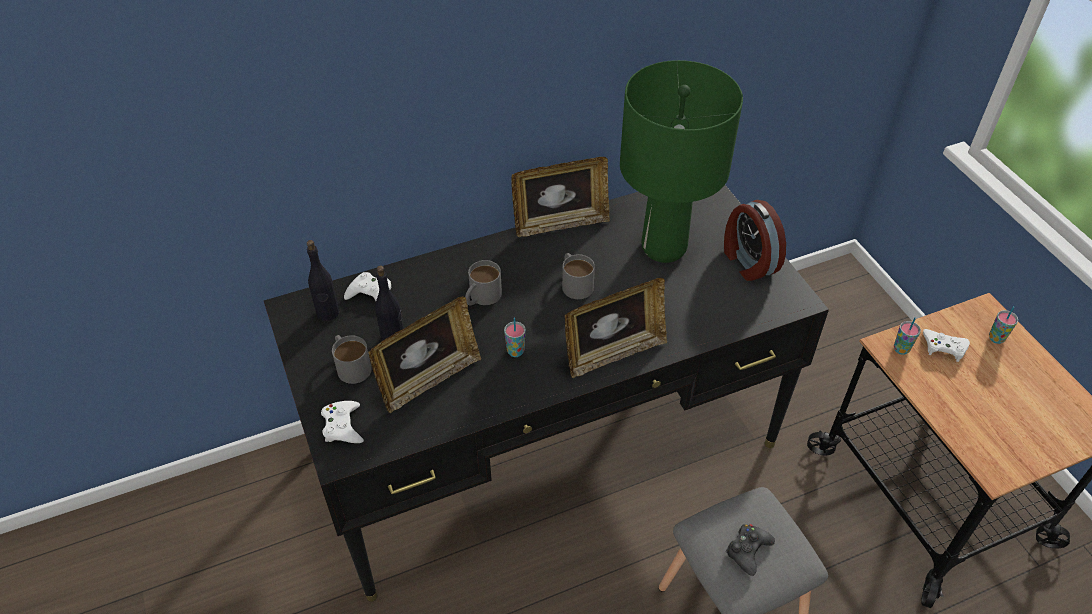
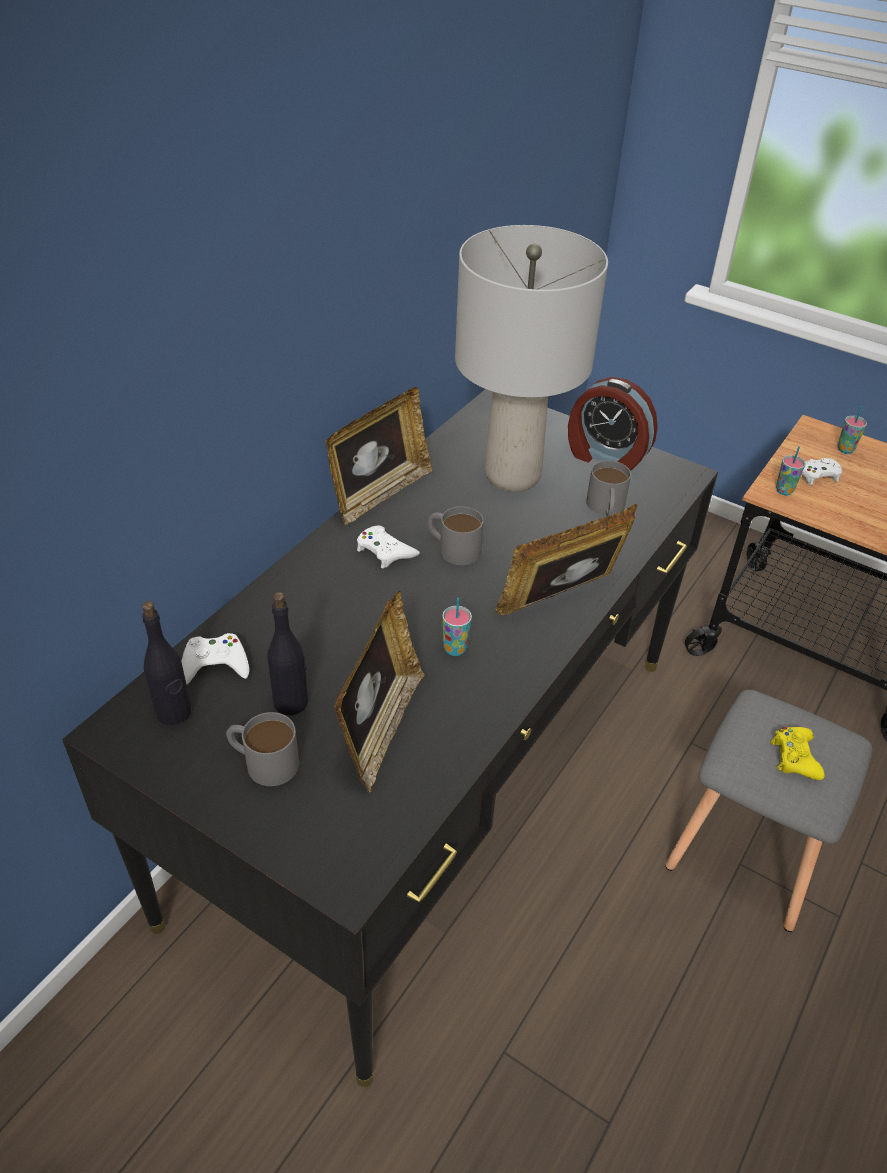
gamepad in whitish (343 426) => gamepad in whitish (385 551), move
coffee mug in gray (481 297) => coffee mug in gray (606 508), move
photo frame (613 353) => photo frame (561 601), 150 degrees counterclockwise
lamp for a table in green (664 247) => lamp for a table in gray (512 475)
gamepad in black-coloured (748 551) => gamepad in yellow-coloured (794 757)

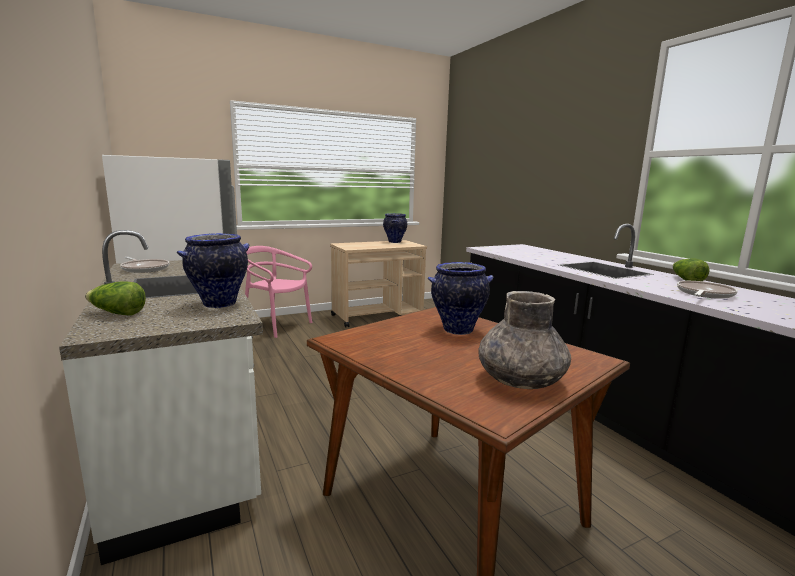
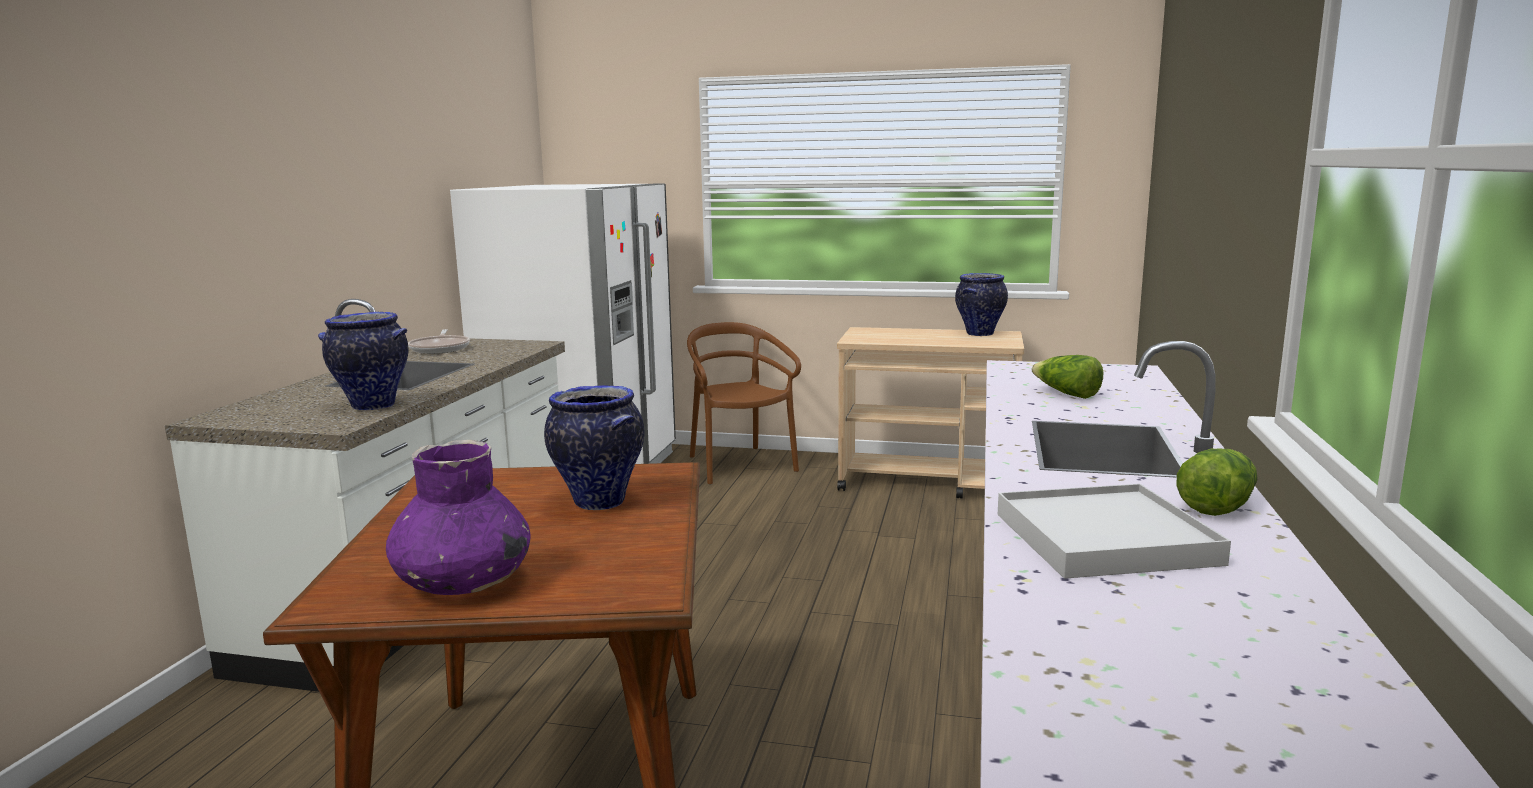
lettuce head (117 313) => lettuce head (1066 394), move
chair in pink-coloured (276 325) => chair in brown-coloured (739 465)
flower vase in gray (520 381) => flower vase in purple (463 583)
skillet (703 294) => serving tray in whitish (1103 538)

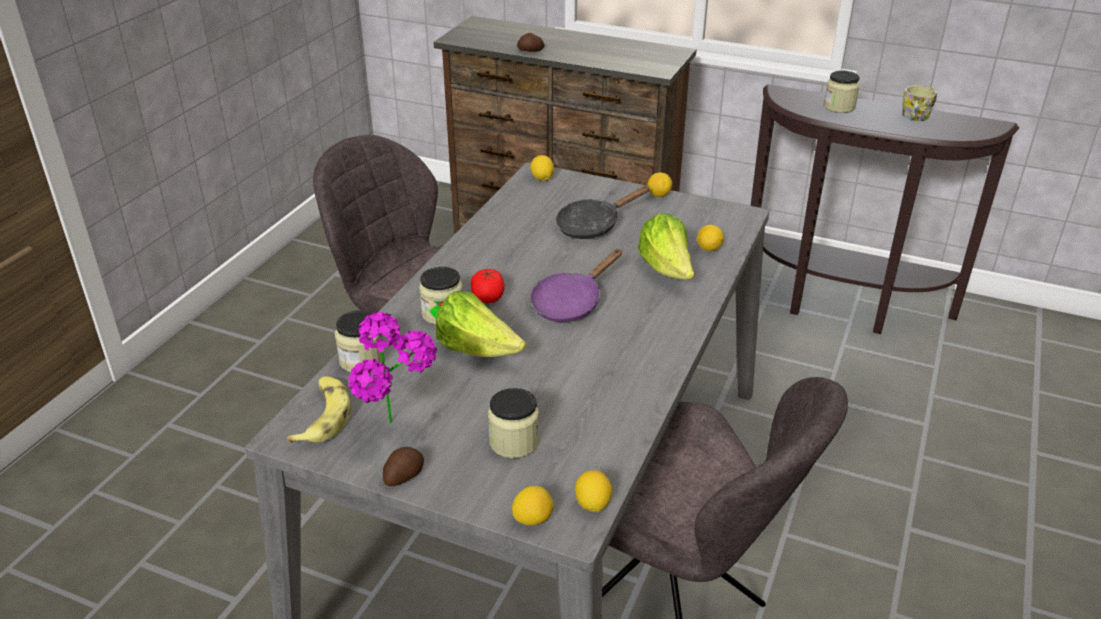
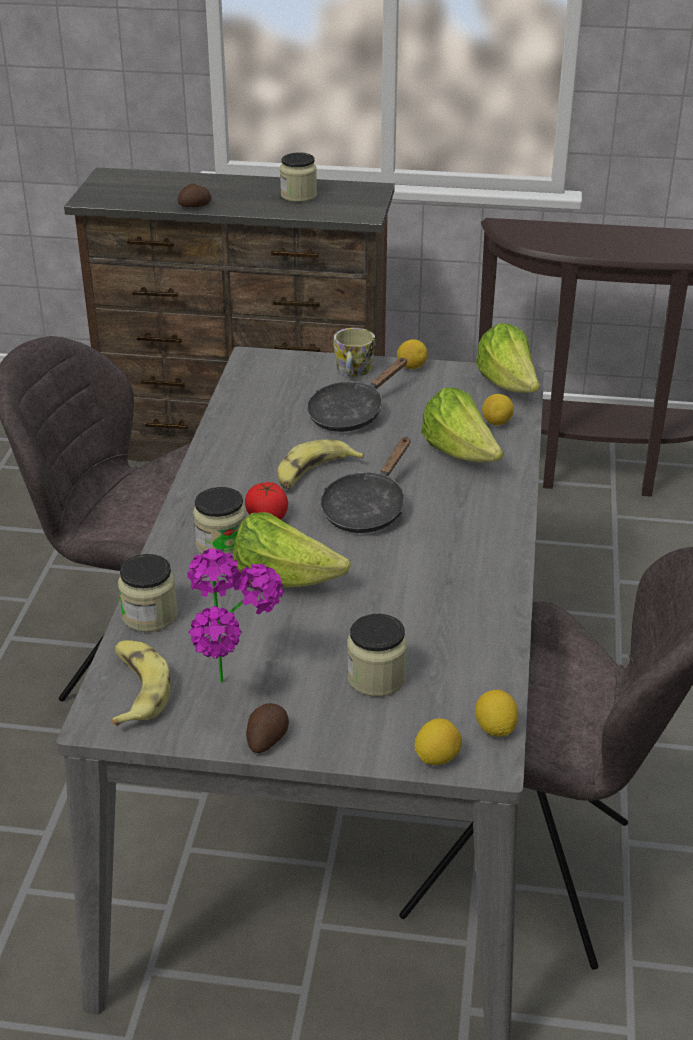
whole lemon (542 178) => nothing
skillet in purple (570 303) => skillet in black-coloured (367 508)
storage jar (839 107) => storage jar (298 195), move
coffee mug (914 118) => coffee mug (353 371), move
nothing => whole banana (314 474)
nothing => lettuce head (508 386)

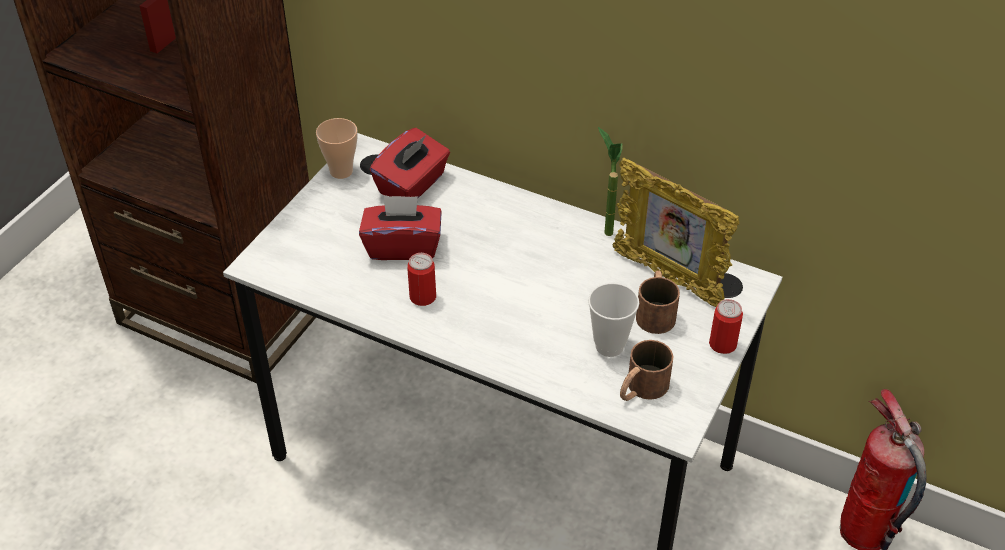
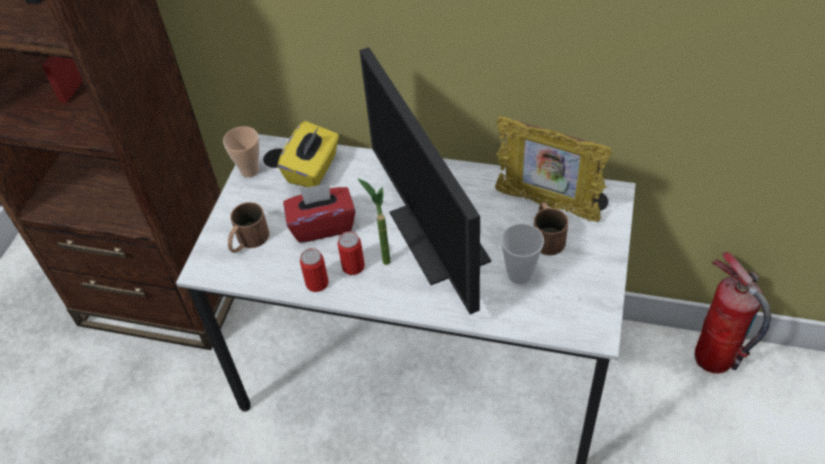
tissue holder in reddish (412 185) => tissue holder in yellow-coloured (313 169)
houseplant (605 227) => houseplant (382 256), move
coffee mug in brown-coloured (641 389) => coffee mug in brown-coloured (248 241), move
metal can (722 344) => metal can (317 283), move
nothing => computer display (438 238)

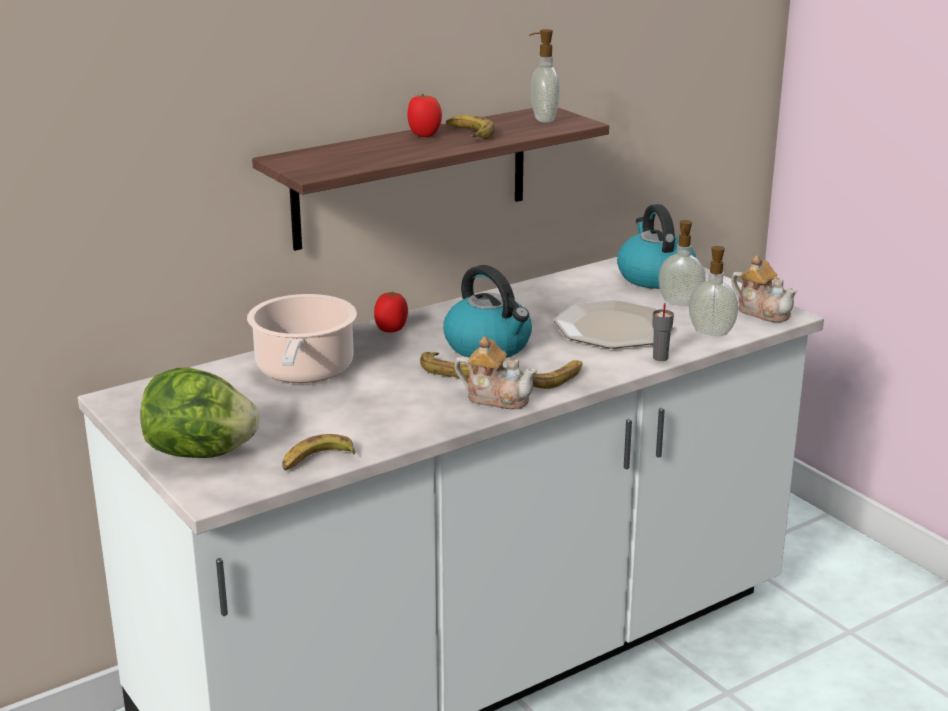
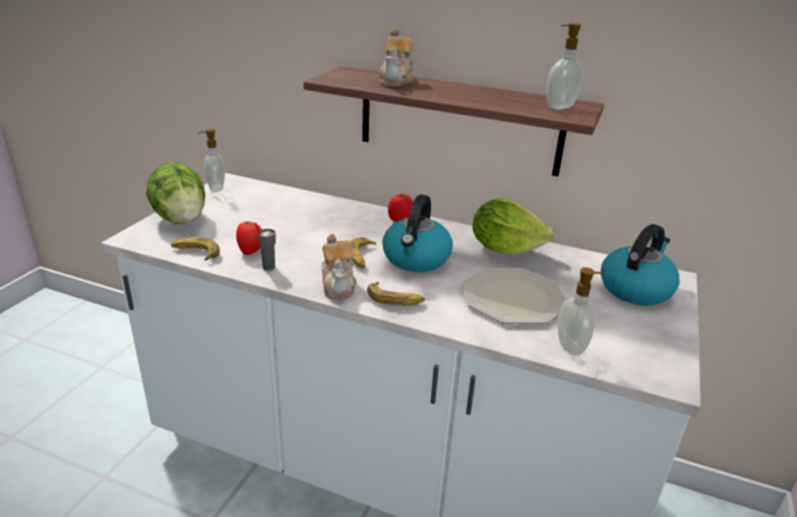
stockpot (304 371) => nothing
fresh tomato (424 135) => fresh tomato (251 252), move
whole banana (469 133) => nothing
cup in gray (660 358) => cup in gray (268 267), move
soap bottle (679 303) => soap bottle (215 188), move
pot for tea (763 312) => pot for tea (396 81), move
nothing => lettuce head (504 248)

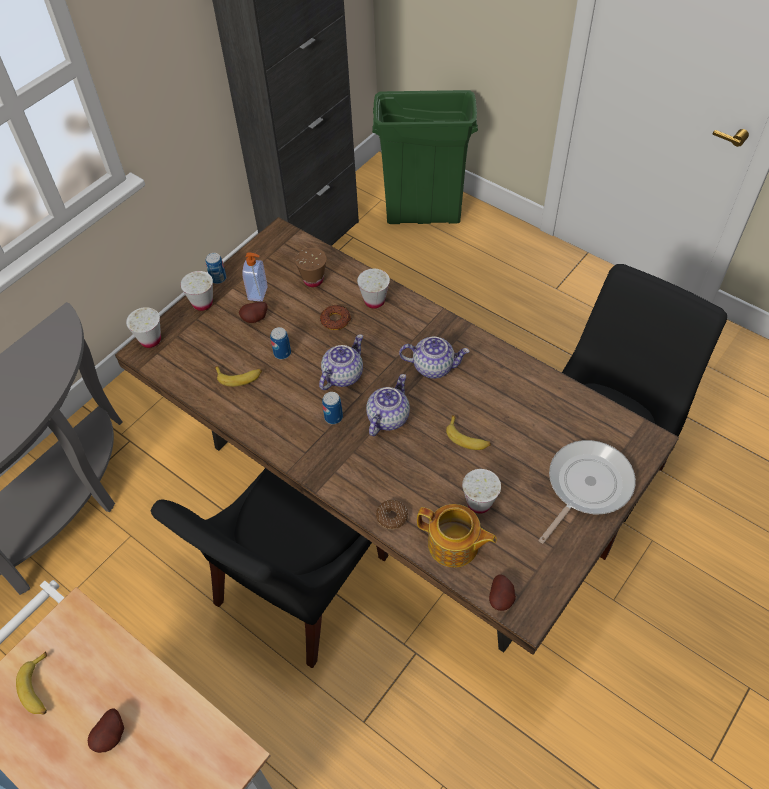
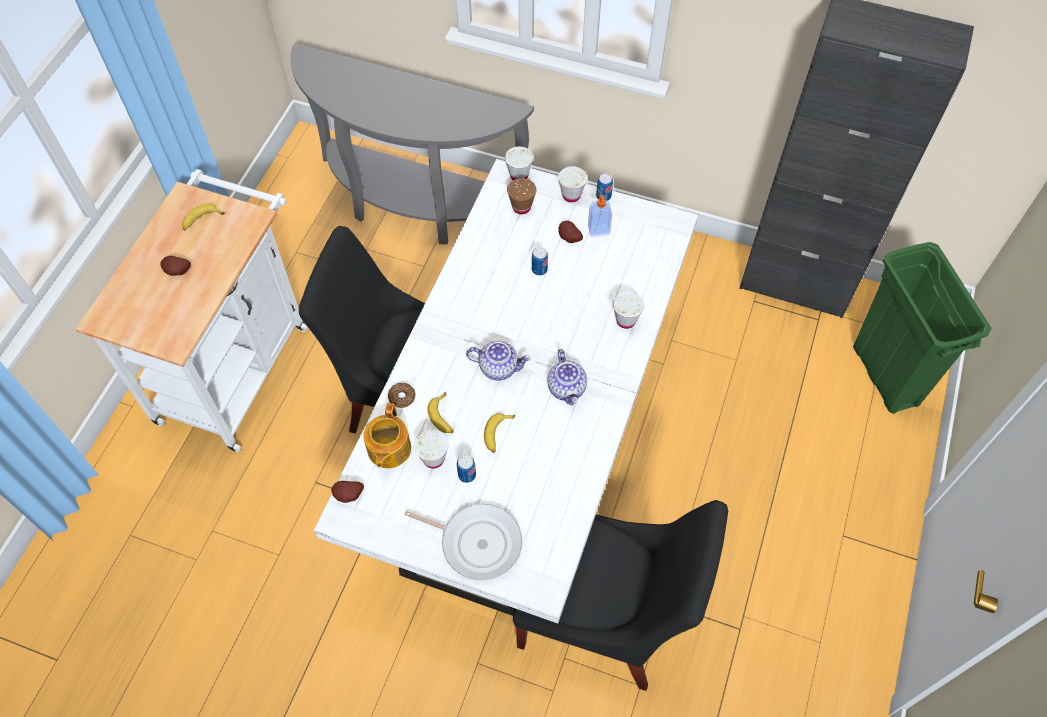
kitchen table in brown-coloured (387 495) => kitchen table in whitish (523 440)
whole banana (239 377) => whole banana (443 417), move
cup in brown-coloured (313 280) => cup in brown-coloured (521 207), move
pot for tea (342 375) => nothing
donut (335 320) => nothing
metal can (333 417) => metal can (467 475), move

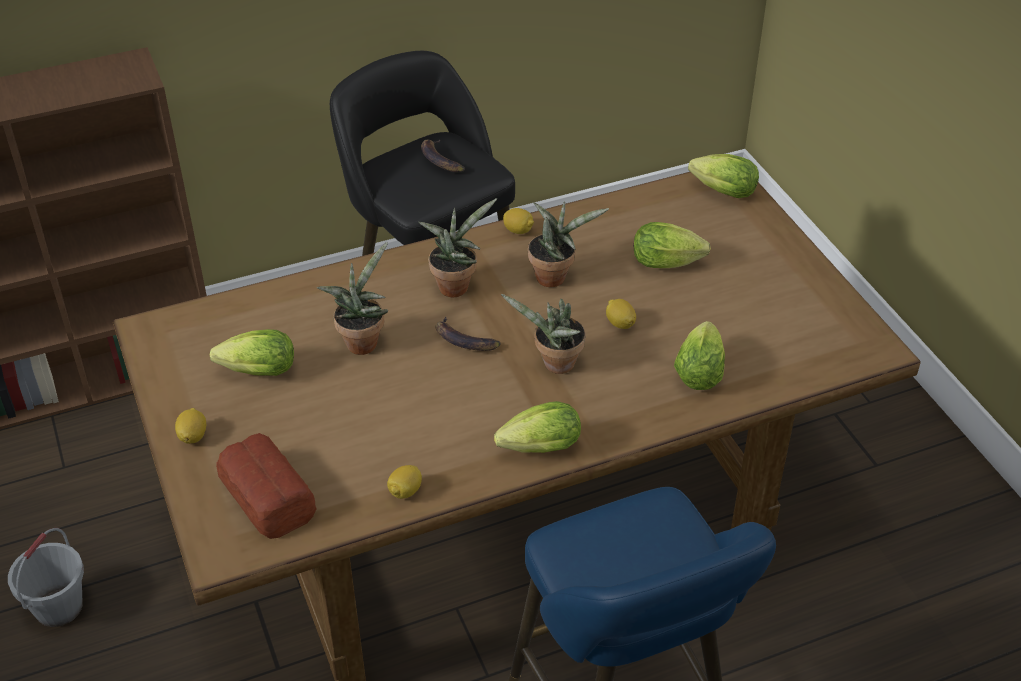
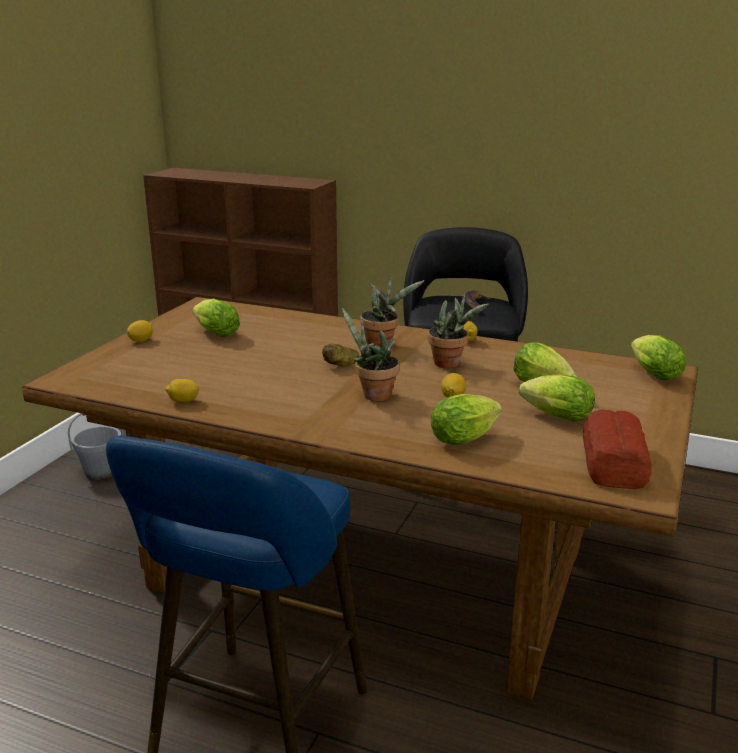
baked bread (267 497) => baked bread (613 463), move
houseplant (362 341) => nothing
whole banana (464 341) => potato (341 365)
lettuce head (536 449) => lettuce head (553 416), move

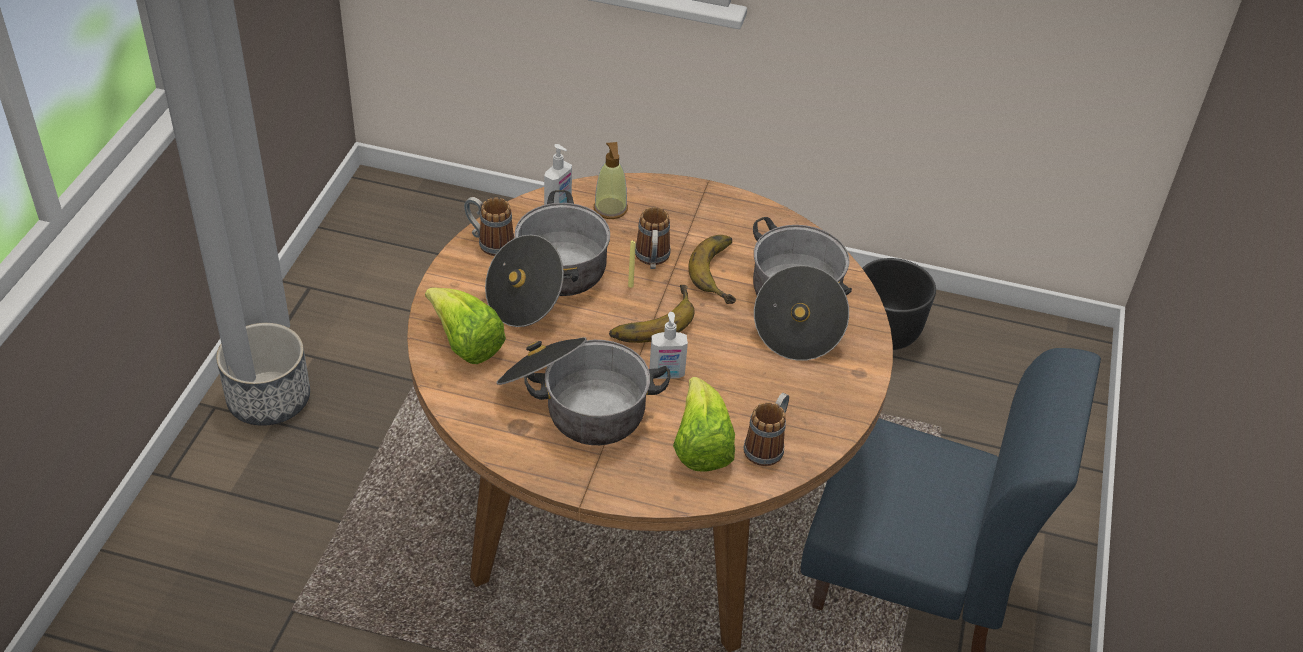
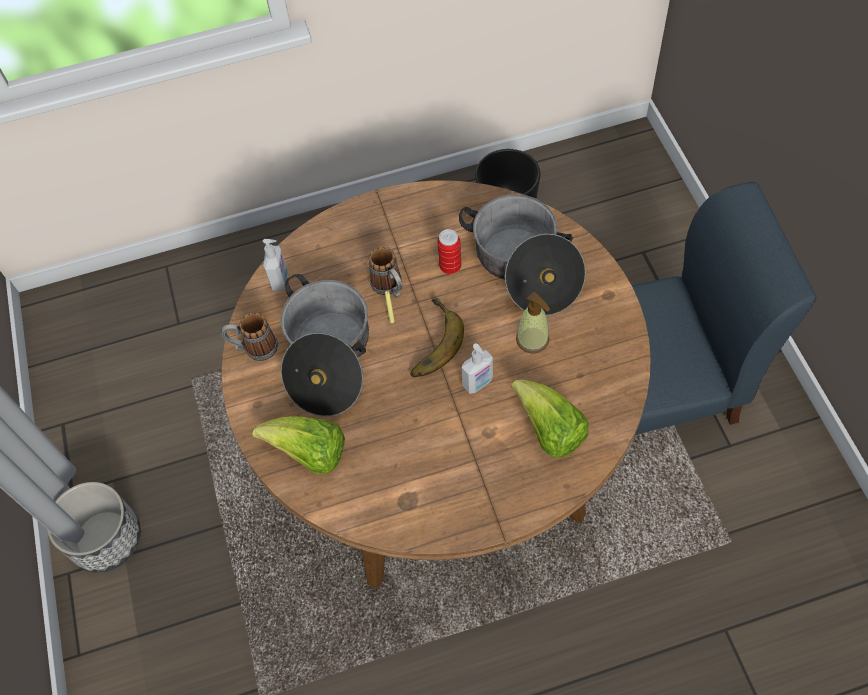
stockpot (577 403) => nothing
soap bottle (610 209) => soap bottle (532 340), move
whole banana (724 272) => metal can (450 267)
coffee mug (767 445) => nothing

